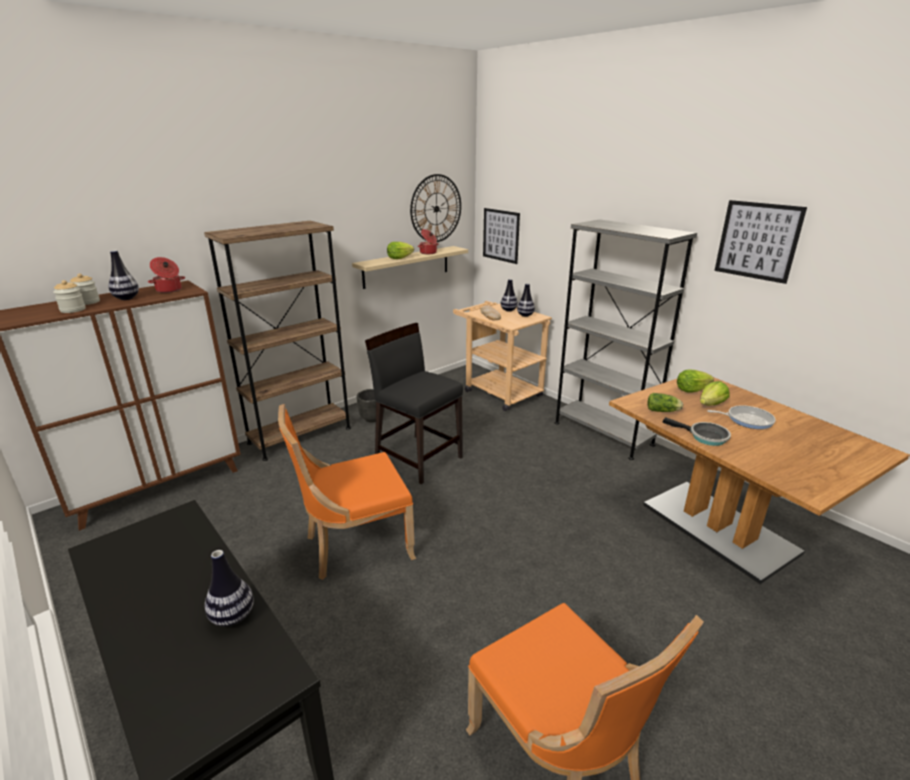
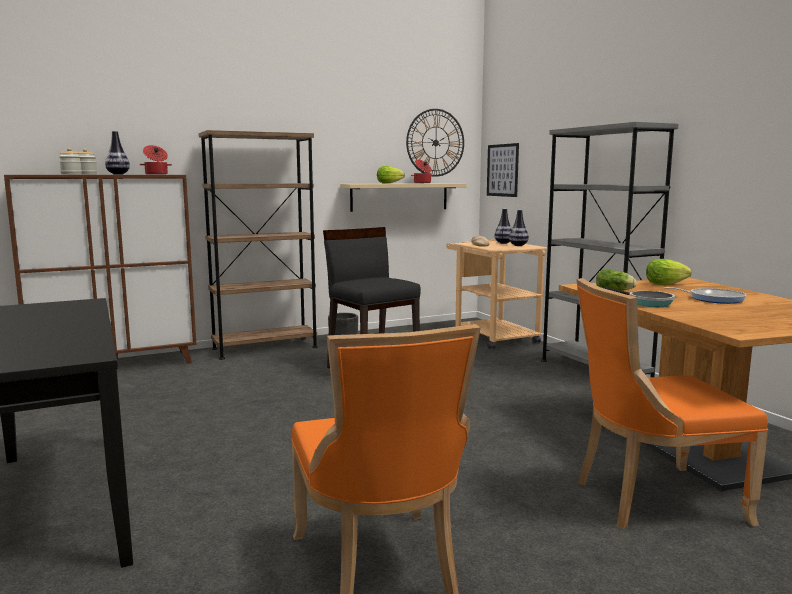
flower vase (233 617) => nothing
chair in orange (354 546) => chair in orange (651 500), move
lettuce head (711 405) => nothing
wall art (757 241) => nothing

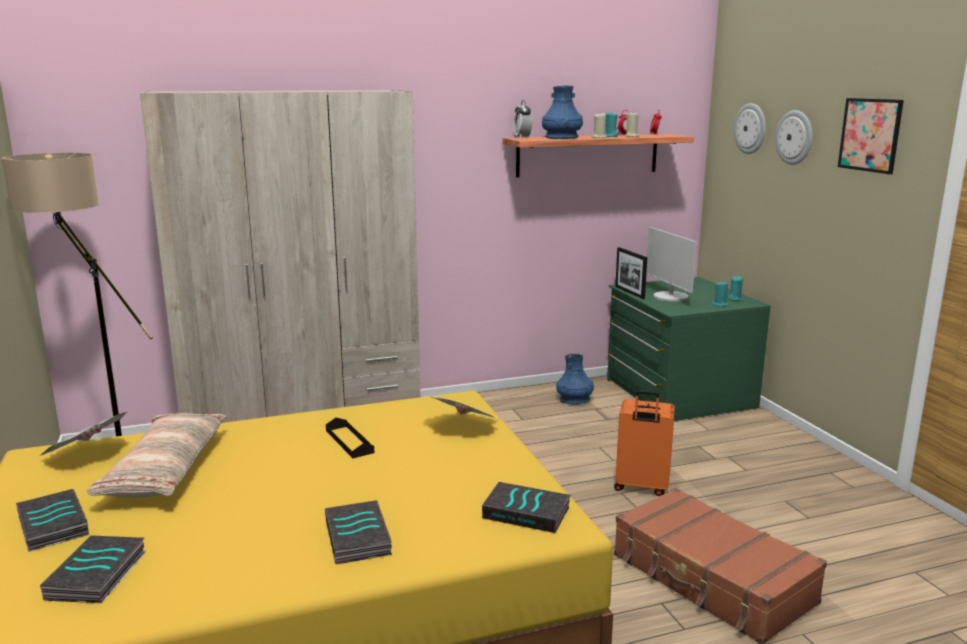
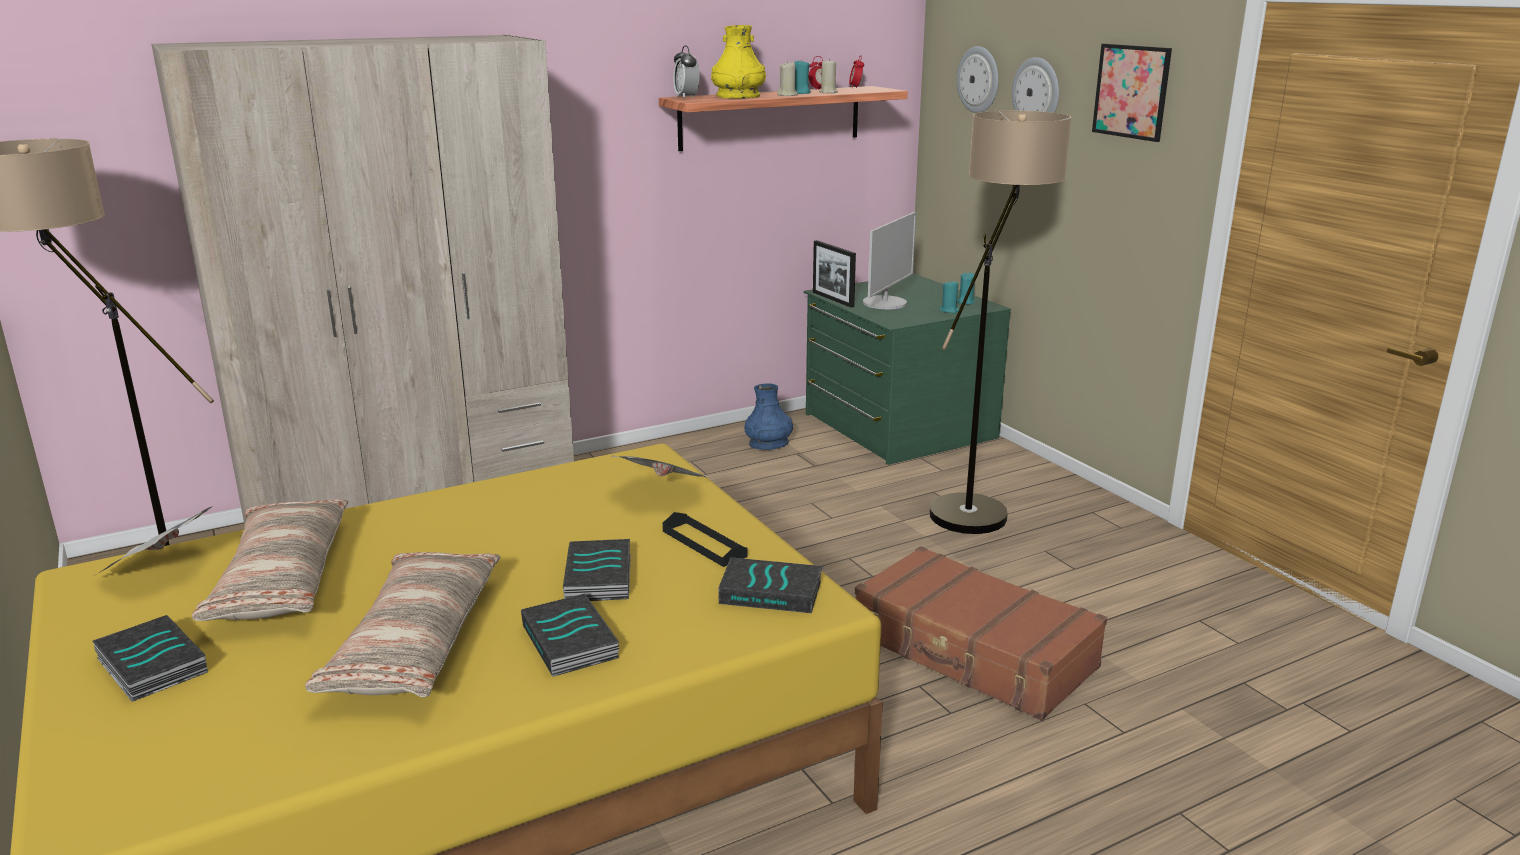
bound book (98 576) => bound book (600 578), move
serving tray in black-coloured (349 441) => serving tray in black-coloured (704 544), move
flower vase in bluish (561 137) => flower vase in yellow-coloured (738 96)
piece of luggage in orange (641 487) => nothing
computer display (670 297) => computer display (885 303), 120 degrees counterclockwise
nothing => throw pillow (415 643)
nothing => standard lamp (980 504)

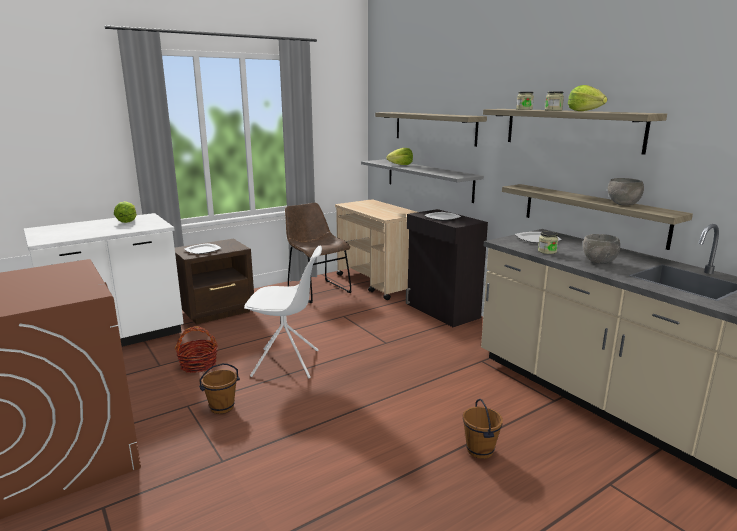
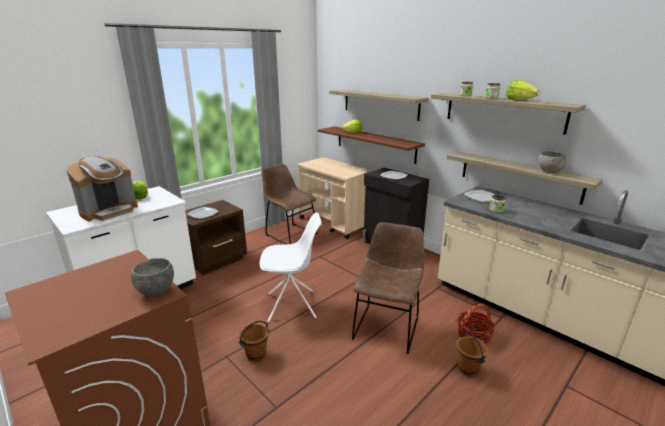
basket (198 365) => basket (473 335), move
shelf in gray (428 179) => shelf in brown-coloured (375 144)
deep dish in gray (598 262) => deep dish in gray (156 291), move
nothing => coffee machine (109 211)
nothing => chair in brown-coloured (387 326)

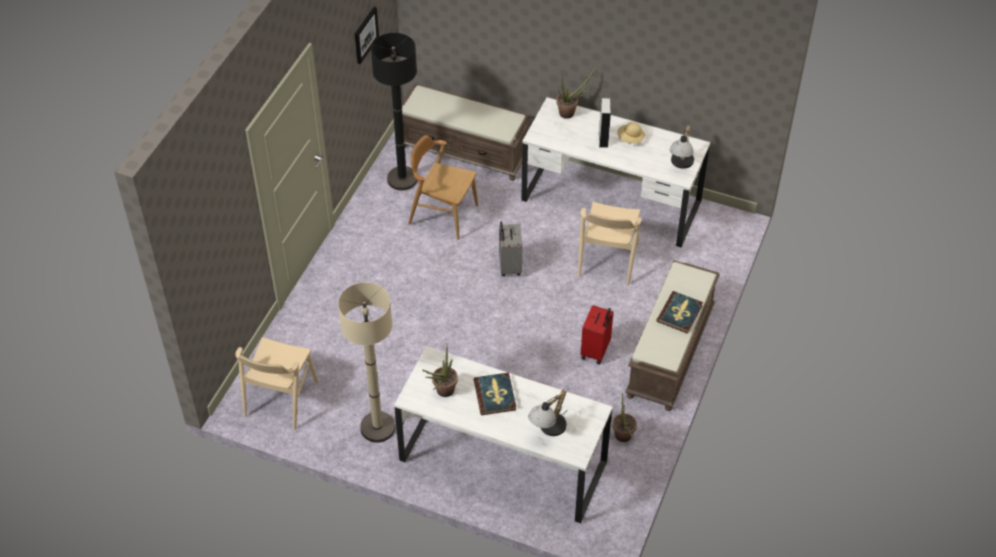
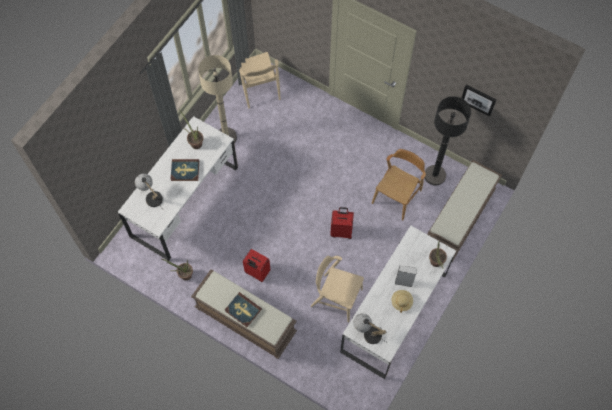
chair in beige (280 399) => chair in beige (259 89), 135 degrees counterclockwise
piece of luggage in gray (509 266) => piece of luggage in reddish (341 231)

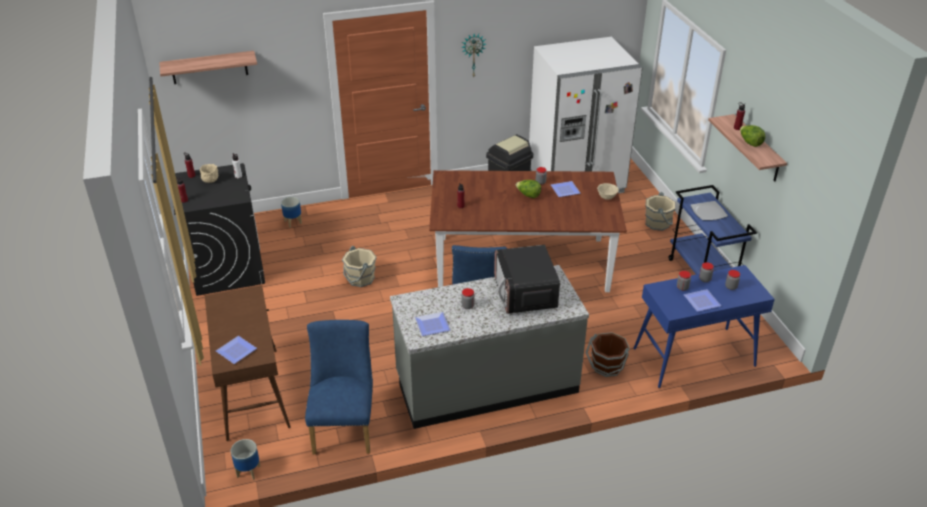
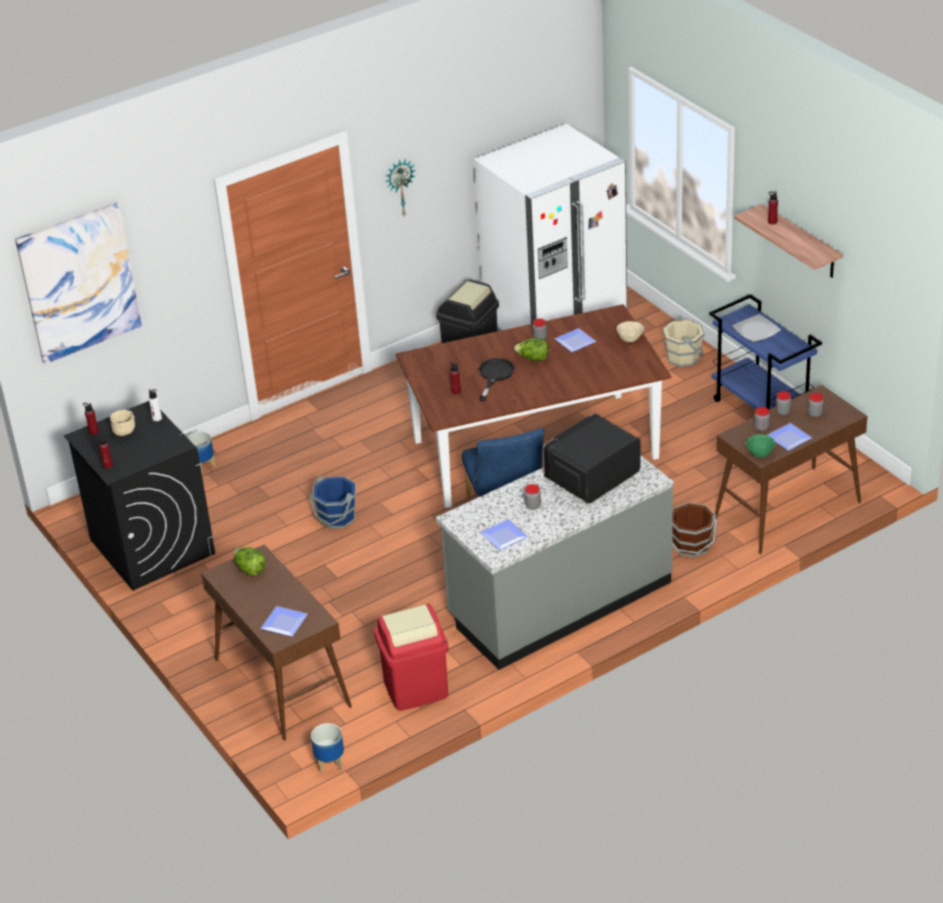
shelf (209 67) => wall art (79 282)
chair in bluish (344 426) => waste bin in reddish (415 688)
water bucket in beige (360 278) => water bucket in bluish (337 517)
microwave oven (525 294) => microwave oven (591 476), 75 degrees clockwise
hall table in bluish (693 358) => hall table in brown-coloured (787 510)
lettuce head (750 143) => lettuce head (250 570), move
nothing => skillet in black-coloured (494 376)
nothing => deep dish in green (759 454)

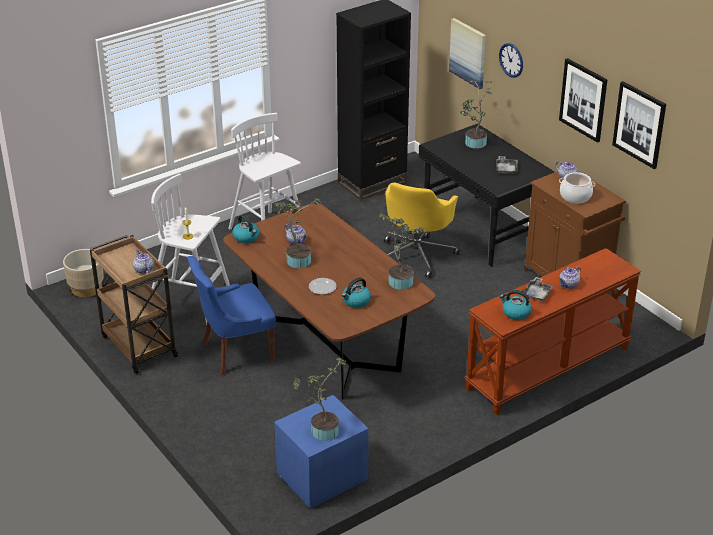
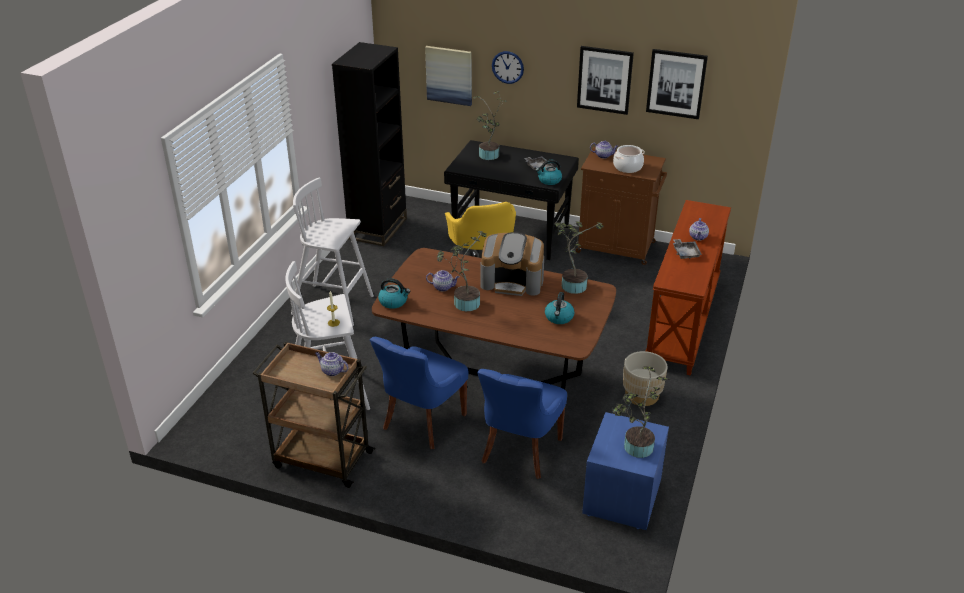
flower pot in beige (86 288) => flower pot in beige (641 395), move
dinner plate (322 287) => nothing
water kettle (515 313) => water kettle (549 180), move
nothing => chair in bluish (519 451)
nothing => coffee machine (513 281)

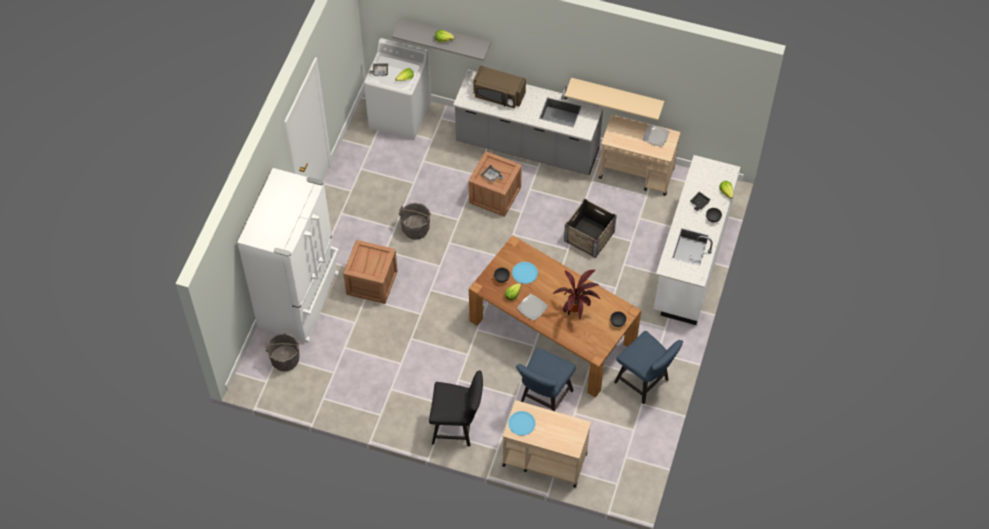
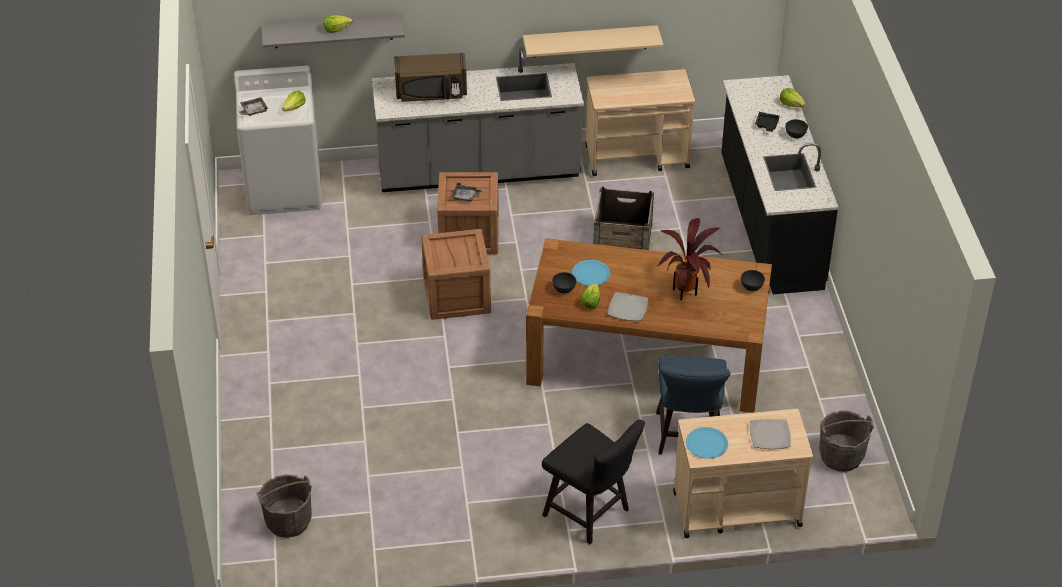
kitchen fridge in whitish (301 300) => nothing
packing crate (372 282) => packing crate (457 296), move
water bucket in gray (415 229) => water bucket in gray (841 456), move
chair in black-coloured (457 427) => chair in black-coloured (591 515), 60 degrees clockwise
chair in bluish (645 383) => nothing
dinner plate (655 136) => dinner plate (770 436), move
kitchen base unit in whitish (691 260) => kitchen base unit in black-coloured (769 224)

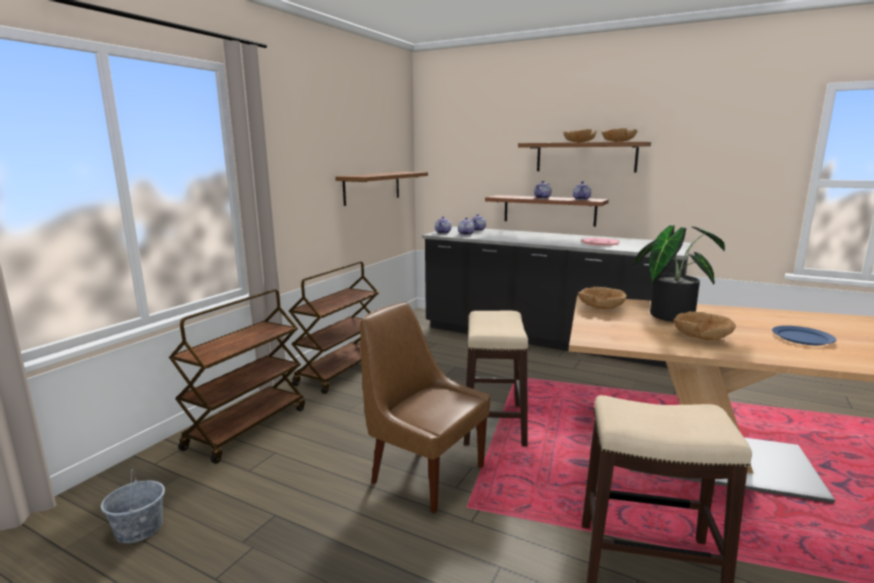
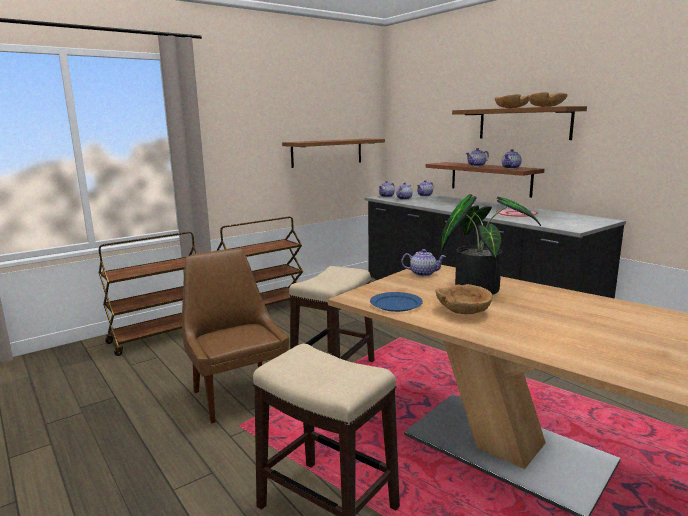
water bucket in gray (139 528) => nothing
deep dish in brown-coloured (600 307) => pot for tea (423 273)
dinner plate in bluish (803 338) => dinner plate in bluish (396 304), move

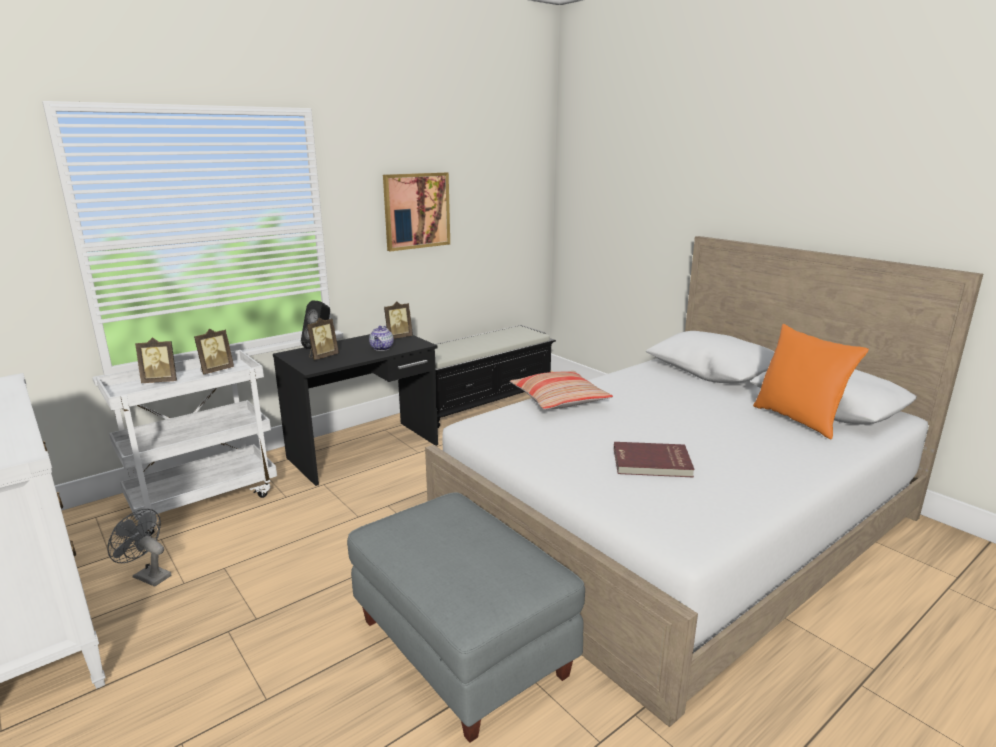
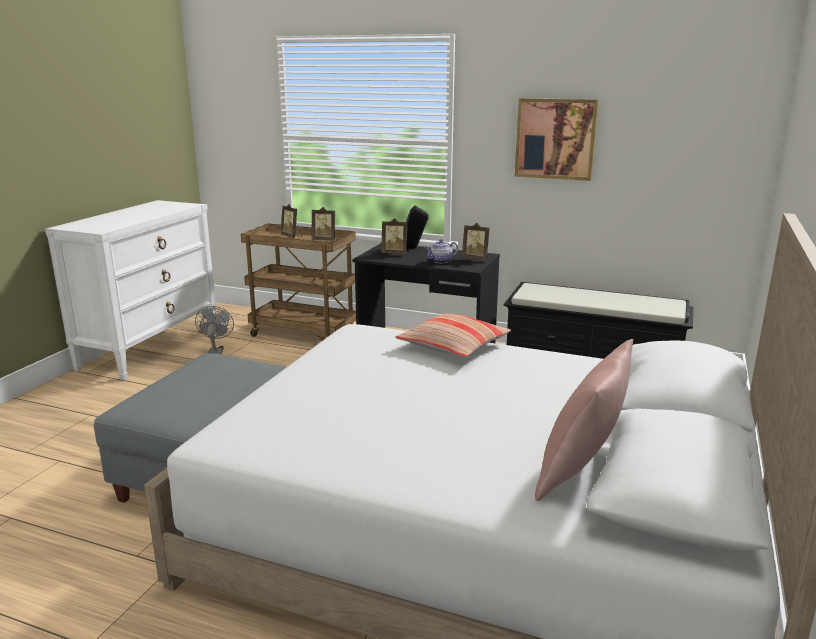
cart in whitish (205 499) => cart in brown-coloured (305 333)
bound book in reddish (652 463) => nothing
throw pillow in orange (798 419) => throw pillow in pink-coloured (580 474)

